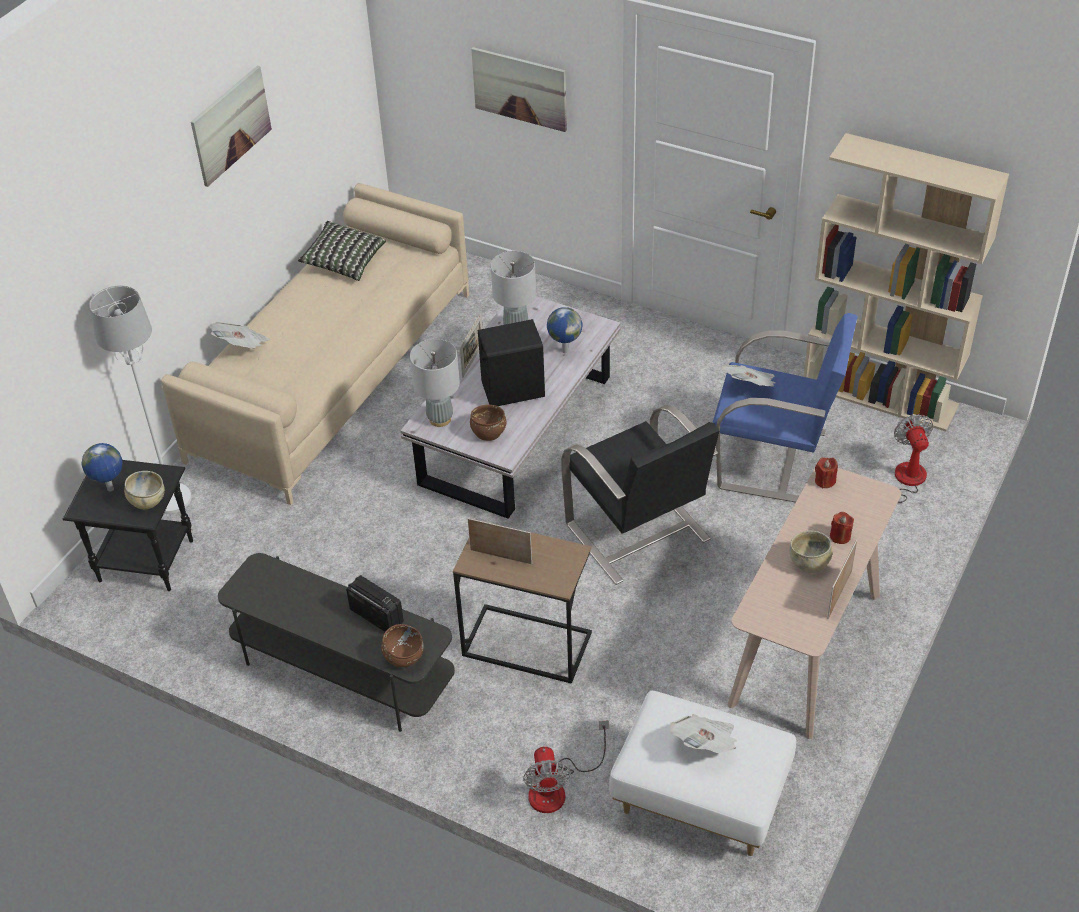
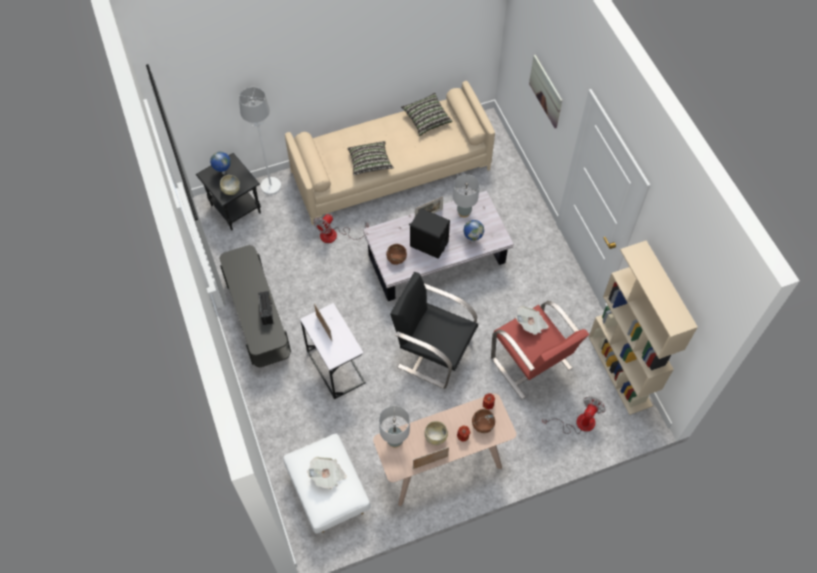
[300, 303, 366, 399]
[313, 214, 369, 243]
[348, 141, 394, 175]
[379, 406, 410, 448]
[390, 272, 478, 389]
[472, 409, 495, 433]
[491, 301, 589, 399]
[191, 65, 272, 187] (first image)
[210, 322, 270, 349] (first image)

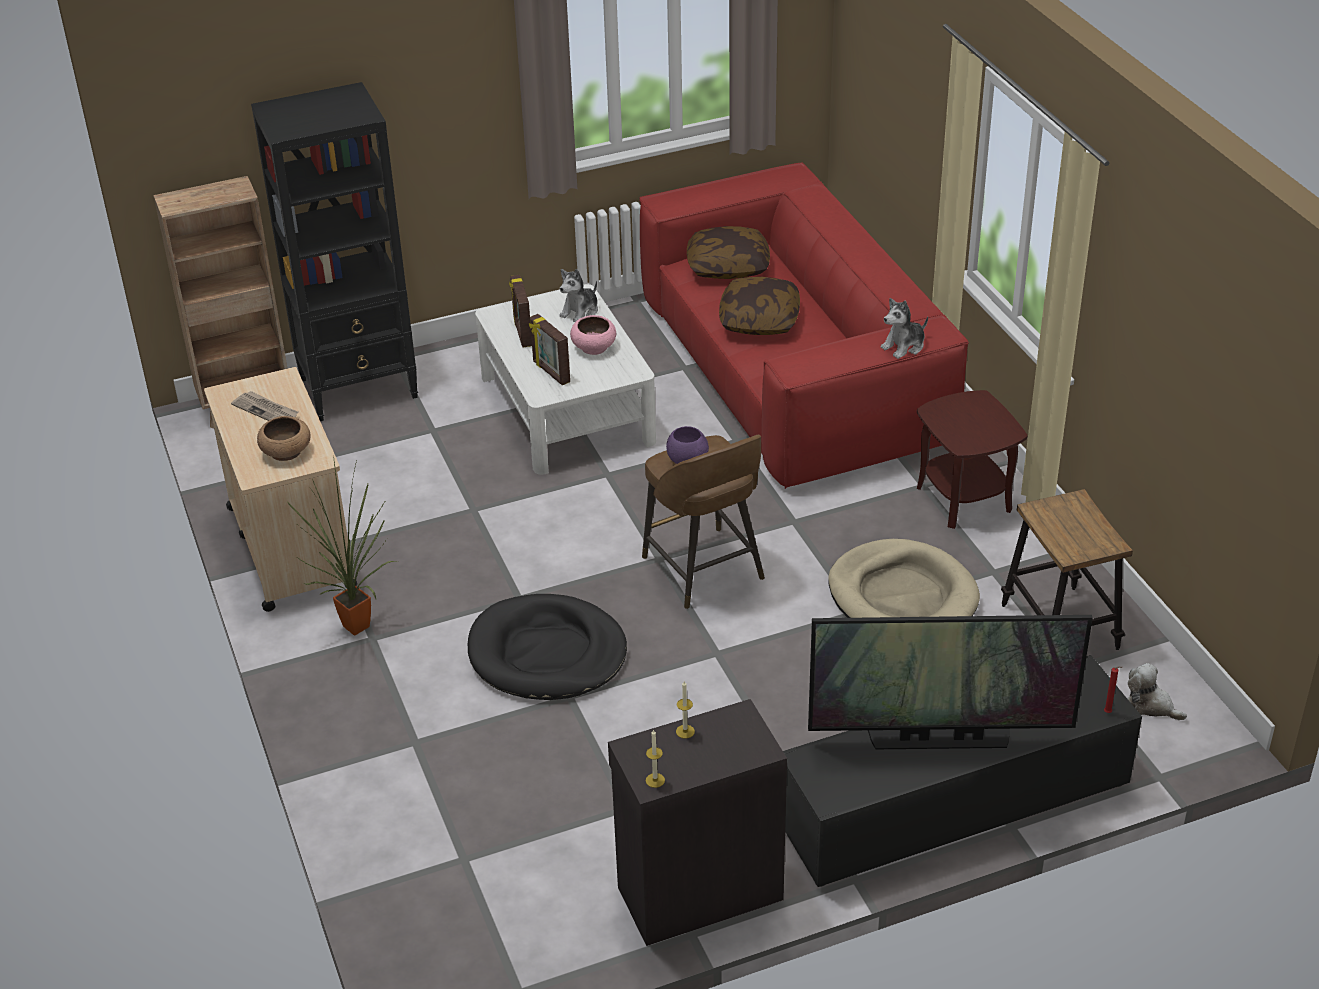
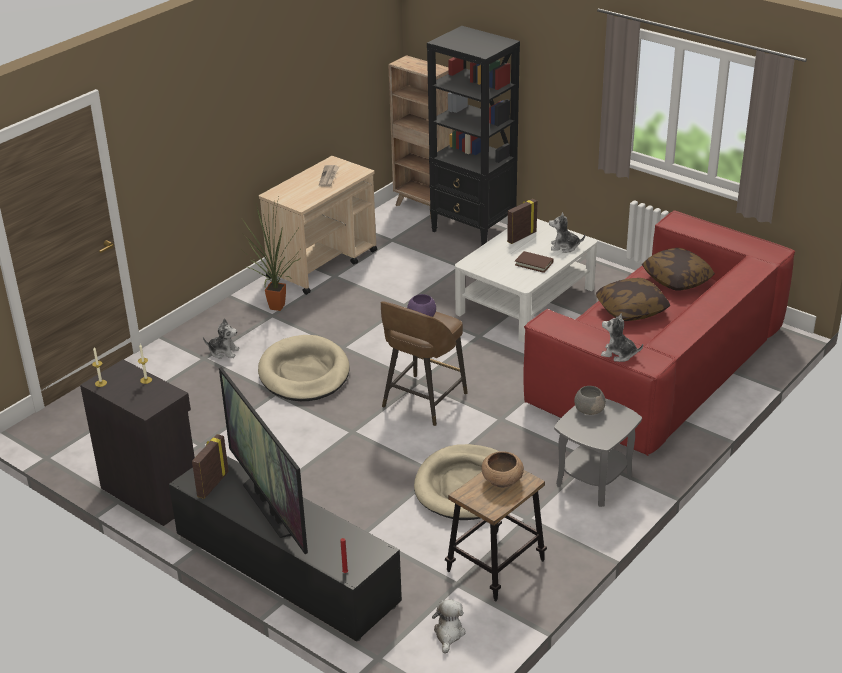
[192, 434, 229, 499]
[203, 319, 240, 359]
[258, 335, 350, 401]
[482, 451, 524, 488]
[515, 251, 554, 273]
[554, 398, 642, 507]
[574, 386, 606, 415]

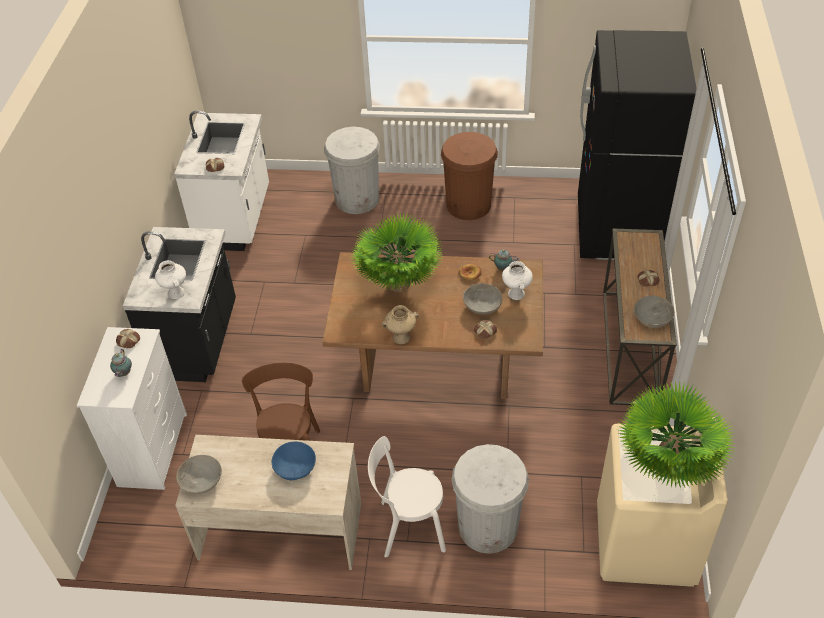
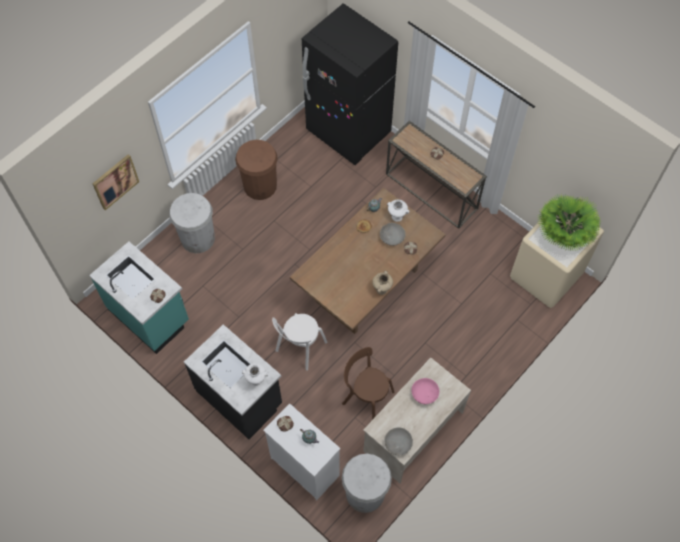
[89, 241, 189, 354]
[92, 154, 139, 210]
[272, 313, 327, 371]
[342, 454, 392, 513]
[411, 378, 439, 404]
[349, 212, 443, 292] (first image)
[634, 296, 674, 328] (first image)

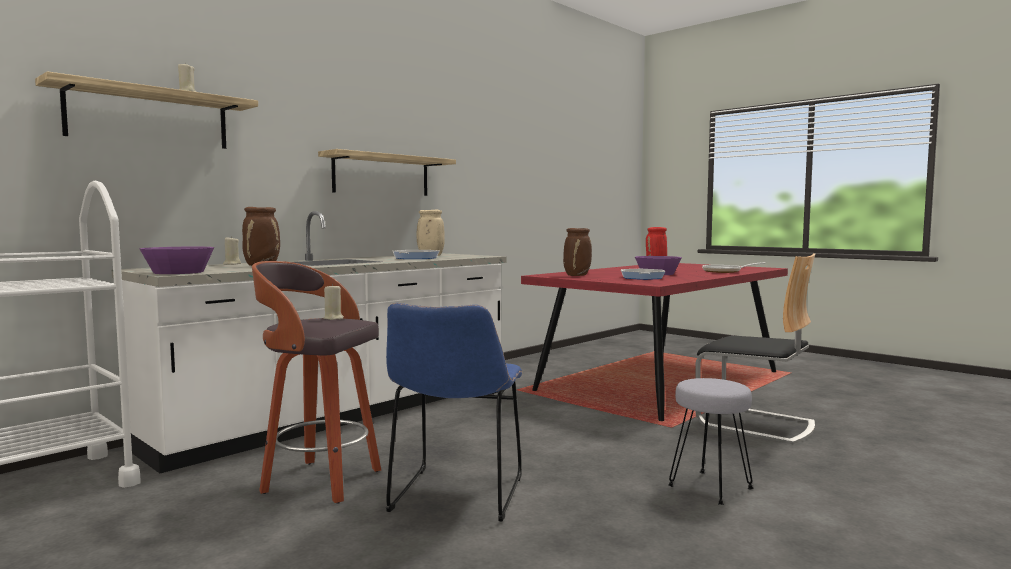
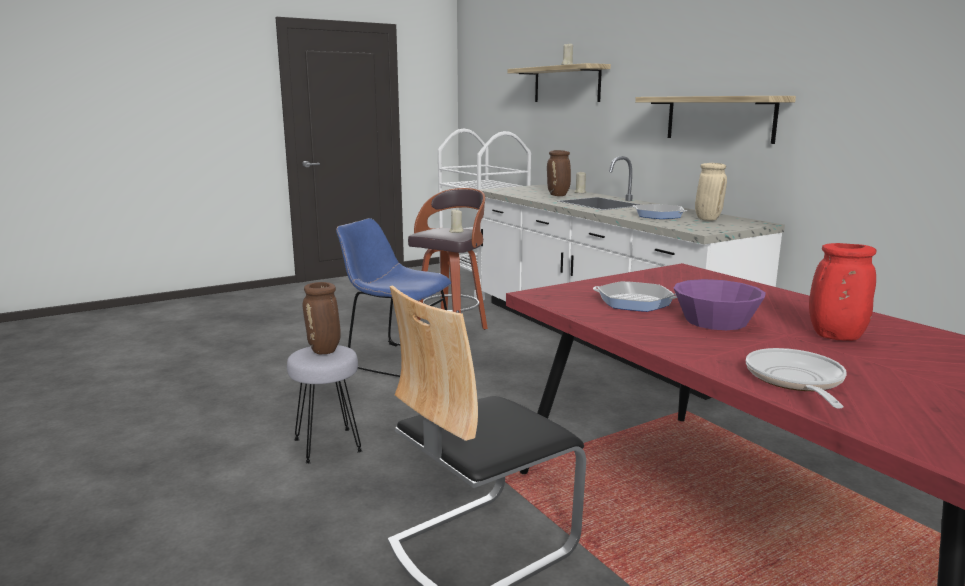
[303, 282, 341, 355]
[139, 247, 214, 274] (first image)

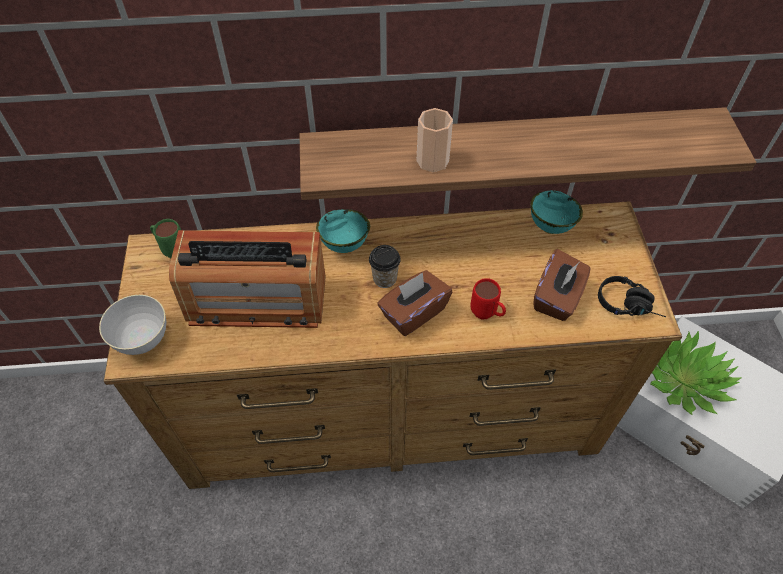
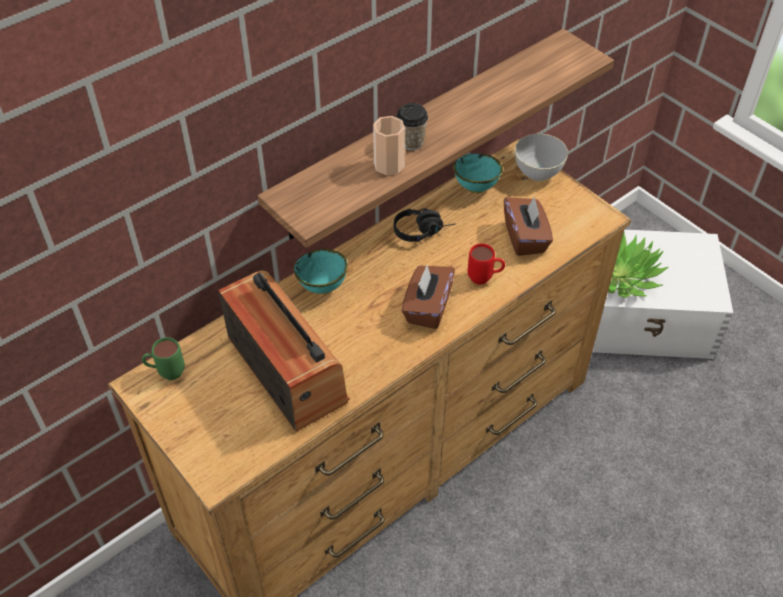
[218, 271, 350, 432]
[394, 208, 456, 242]
[396, 103, 428, 150]
[515, 134, 568, 181]

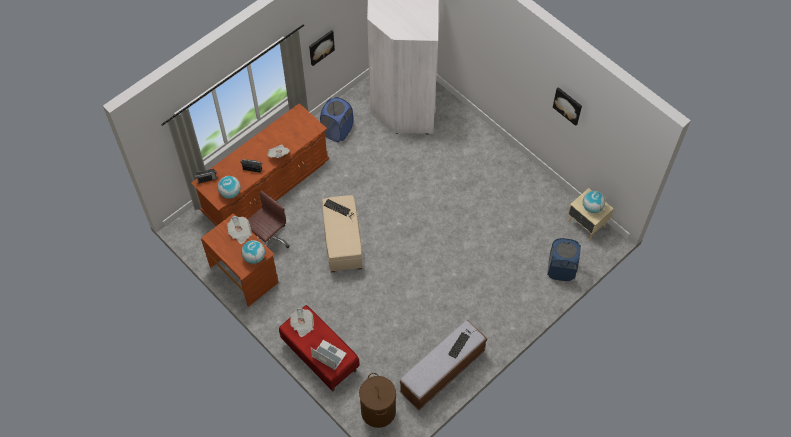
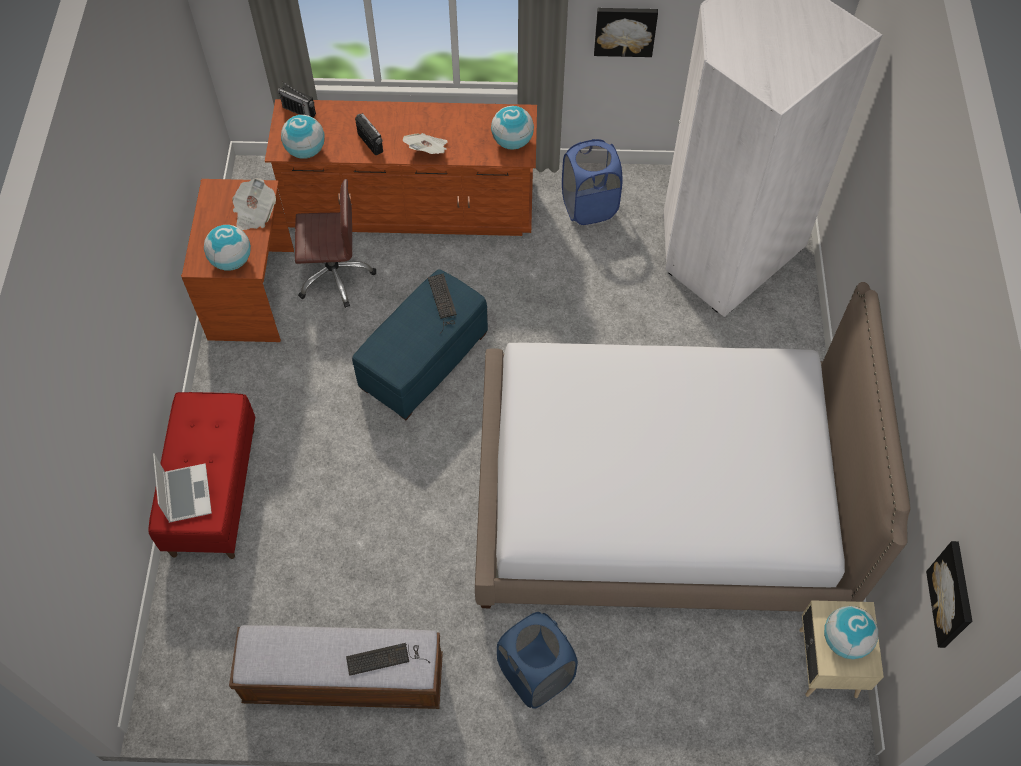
[352, 269, 488, 420]
[475, 282, 911, 612]
[491, 106, 534, 150]
[497, 612, 578, 709]
[926, 541, 972, 648]
[290, 307, 314, 337] (first image)
[359, 373, 396, 428] (first image)

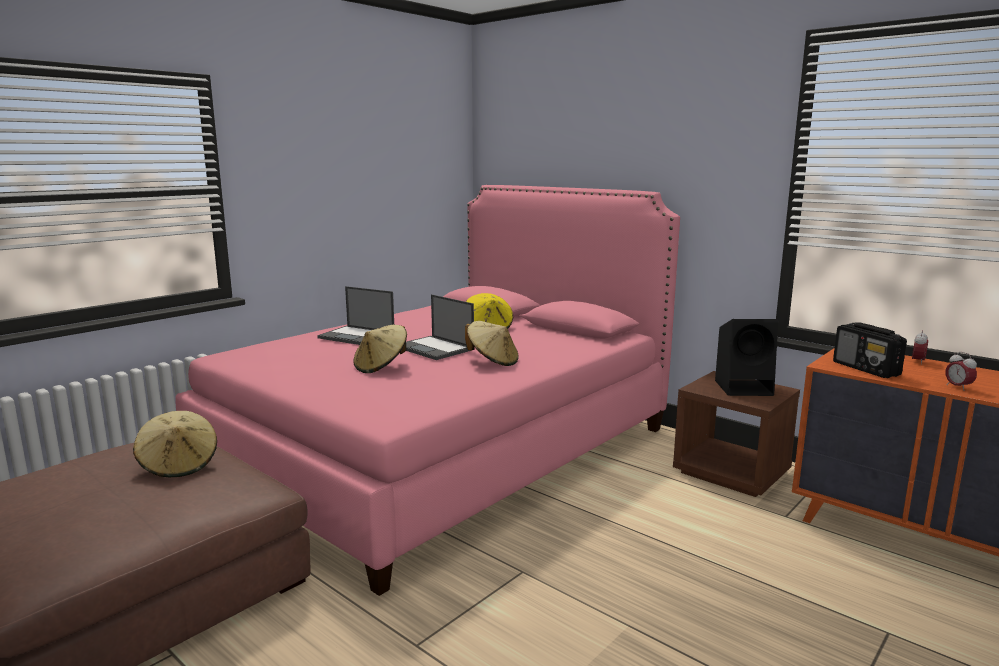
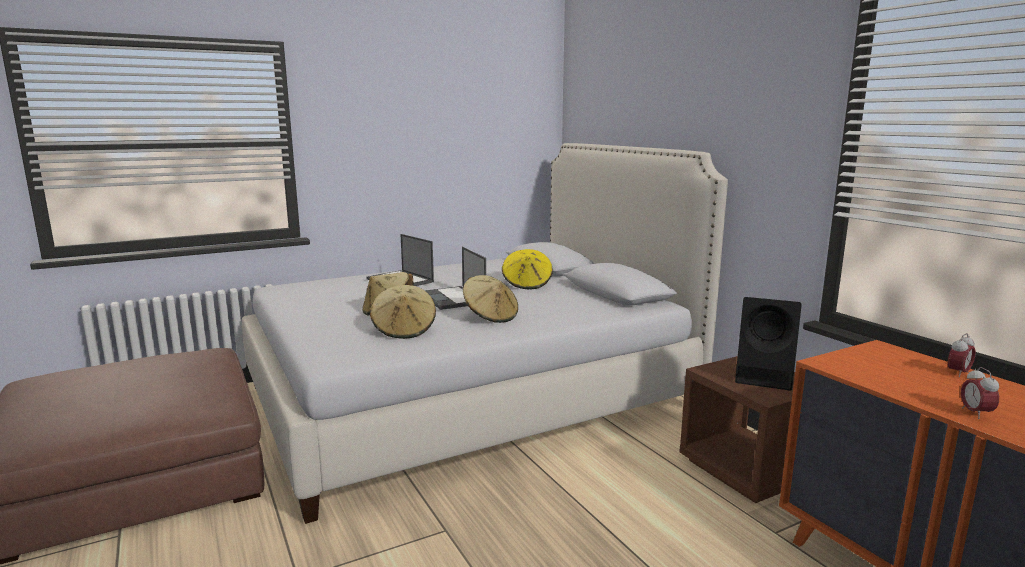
[242, 143, 728, 524]
[370, 285, 436, 339]
[833, 322, 907, 378] (first image)

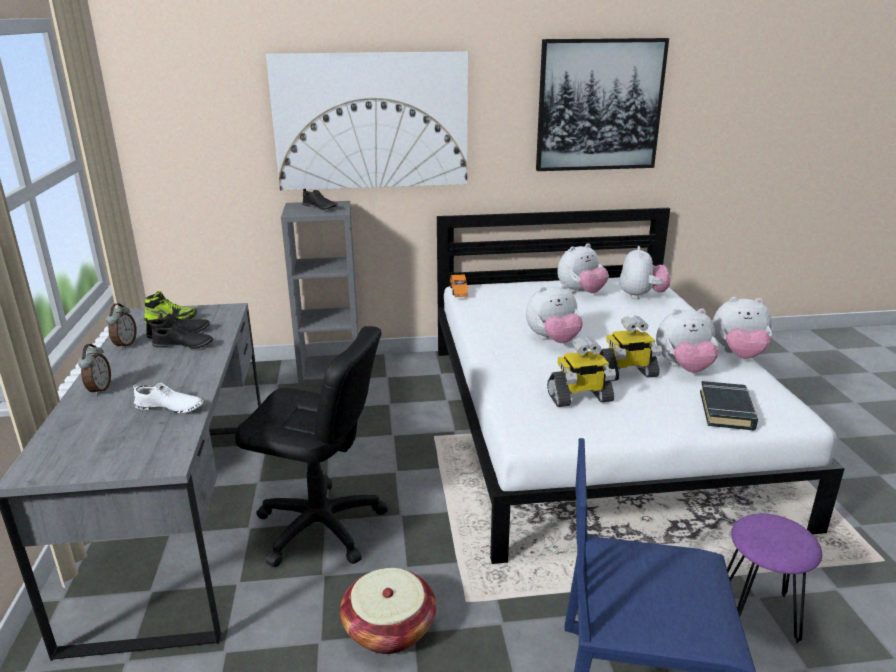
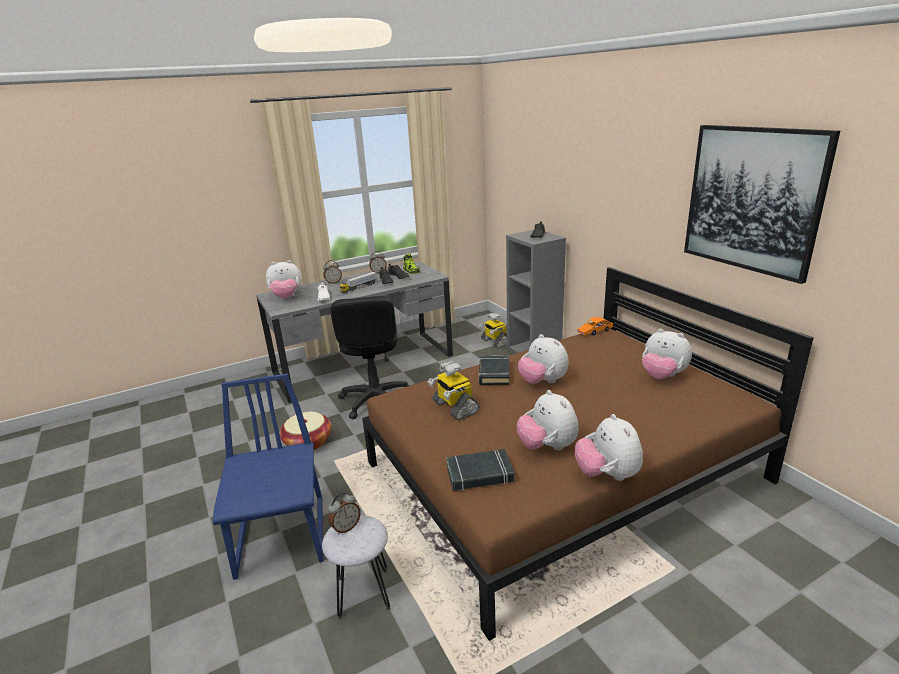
[266, 260, 302, 298]
[322, 515, 390, 619]
[328, 492, 361, 534]
[340, 272, 377, 293]
[362, 267, 814, 641]
[478, 355, 510, 385]
[479, 313, 507, 348]
[266, 51, 468, 190] (first image)

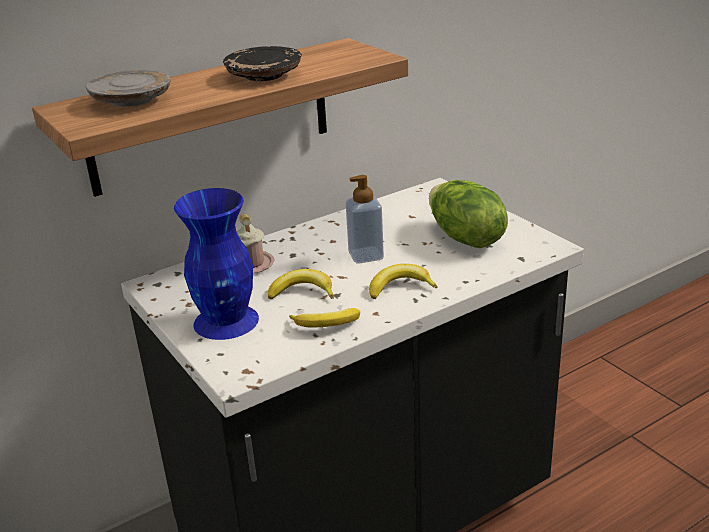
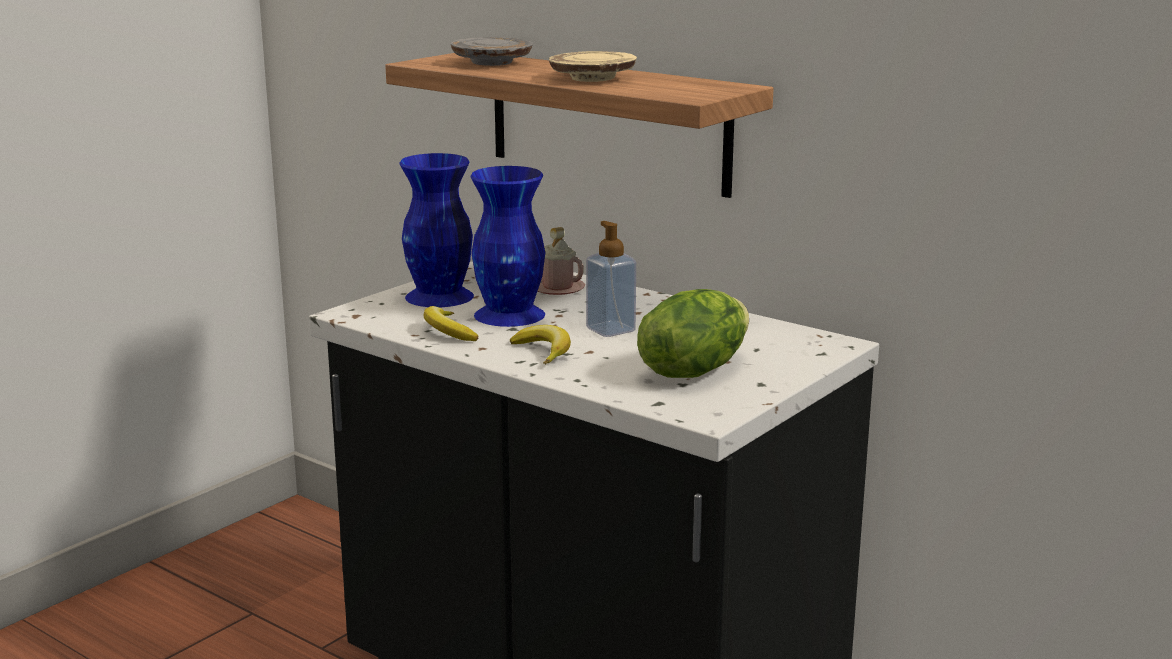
[470, 166, 545, 327]
[549, 51, 637, 82]

